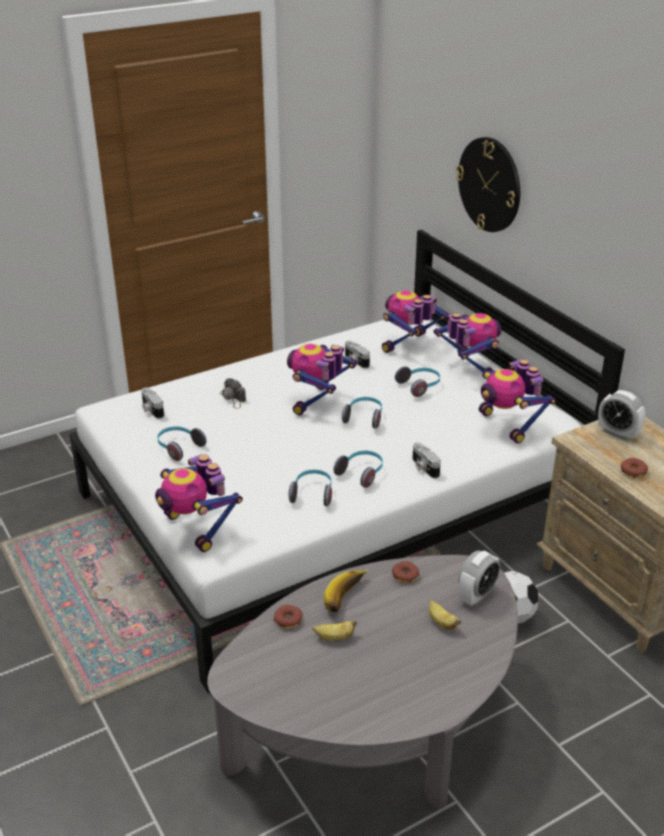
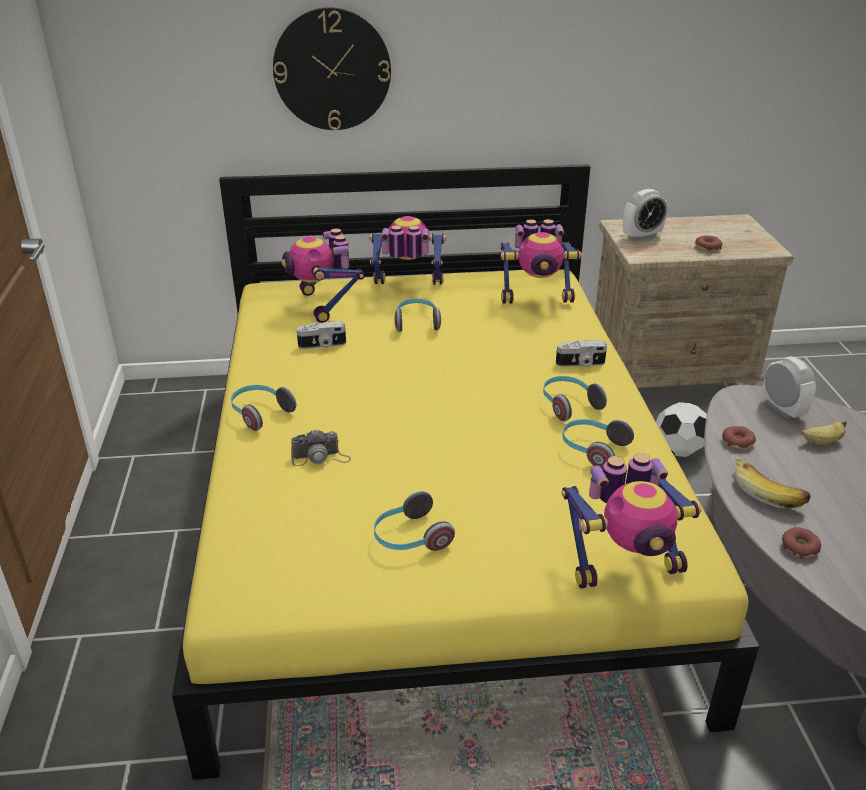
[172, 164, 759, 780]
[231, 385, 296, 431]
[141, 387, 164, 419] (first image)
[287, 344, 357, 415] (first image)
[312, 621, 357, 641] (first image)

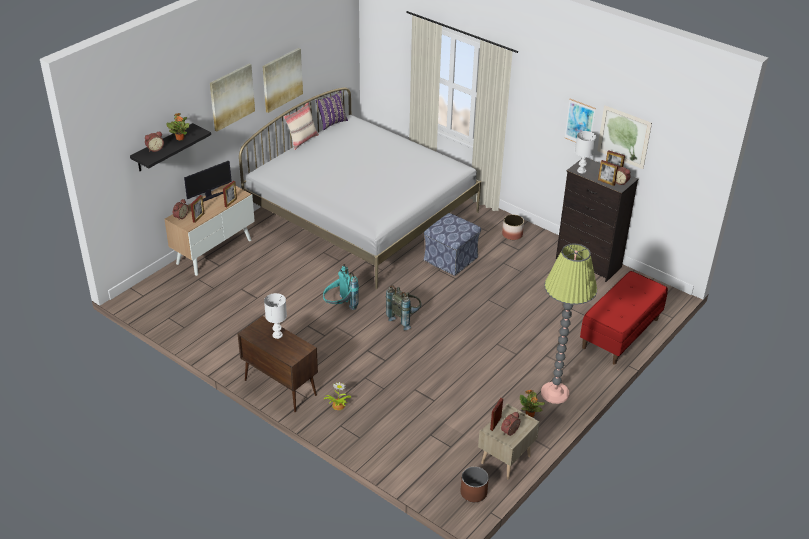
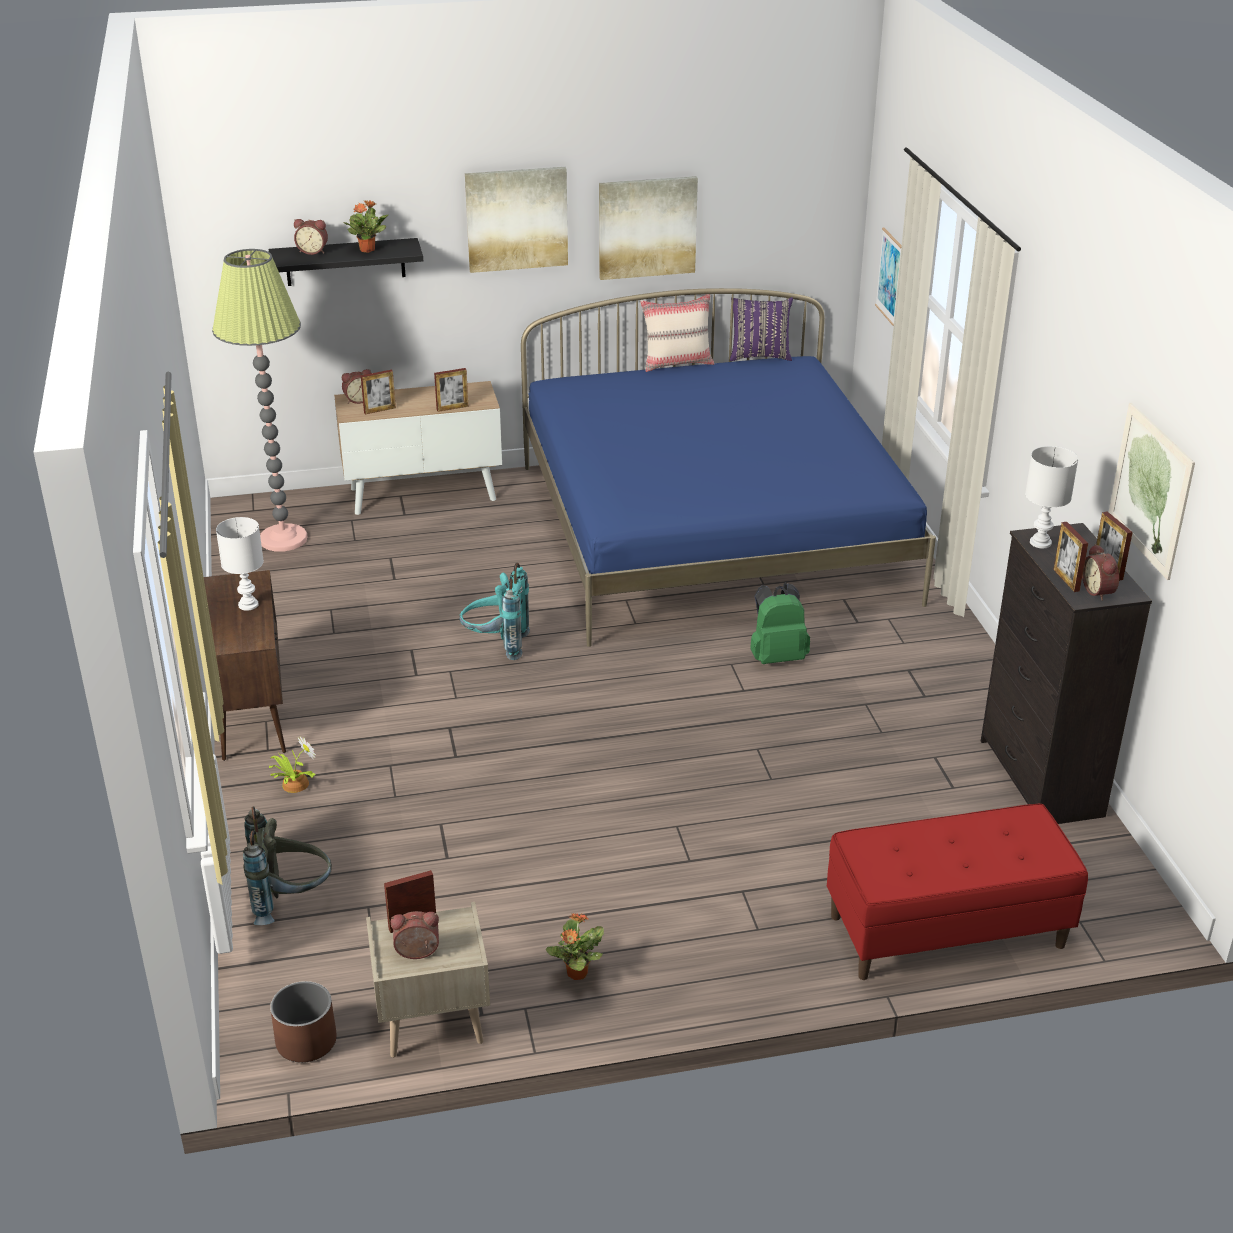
[212, 249, 308, 552]
[243, 806, 332, 925]
[521, 288, 936, 647]
[750, 583, 810, 664]
[875, 228, 902, 326]
[184, 160, 232, 202] (first image)
[502, 214, 524, 240] (first image)

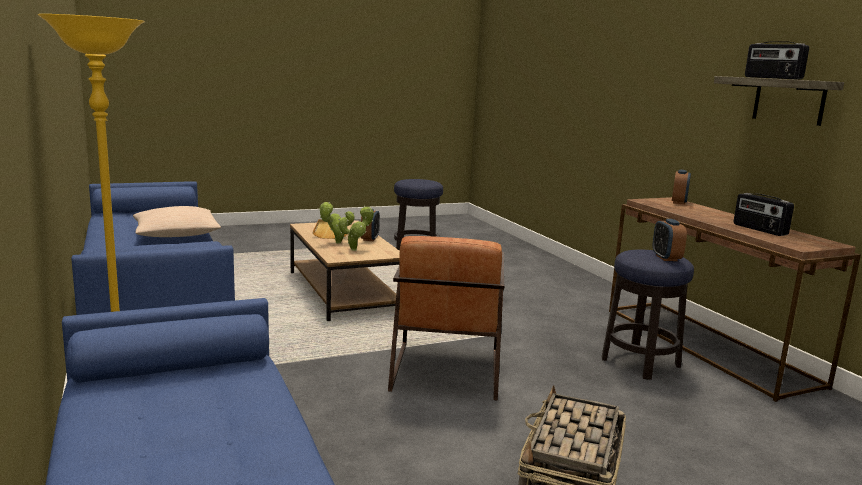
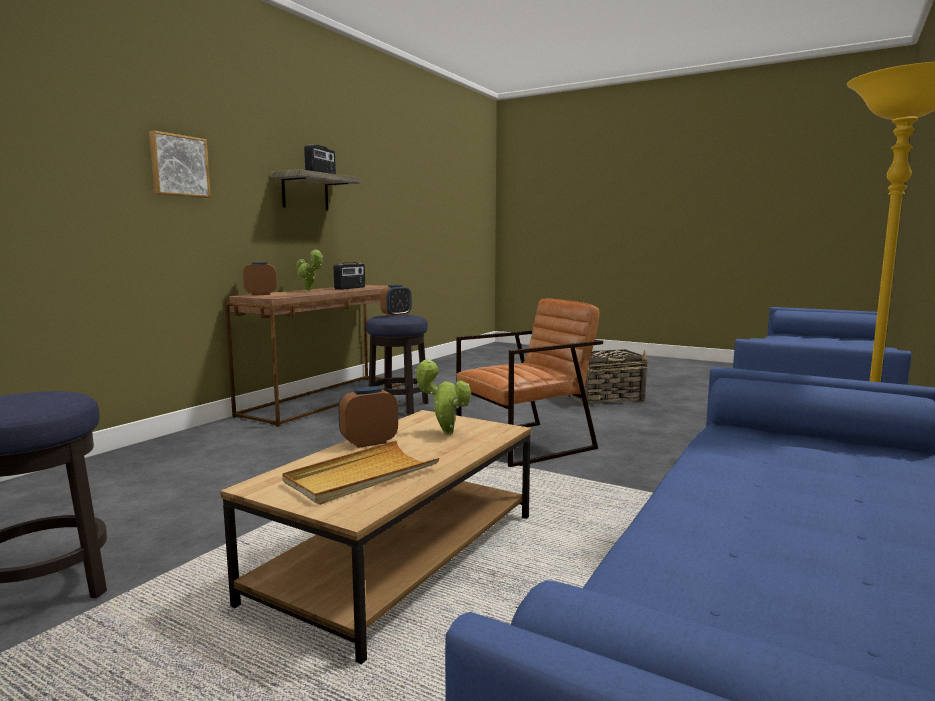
[149, 130, 211, 198]
[296, 249, 323, 292]
[133, 206, 221, 237] (first image)

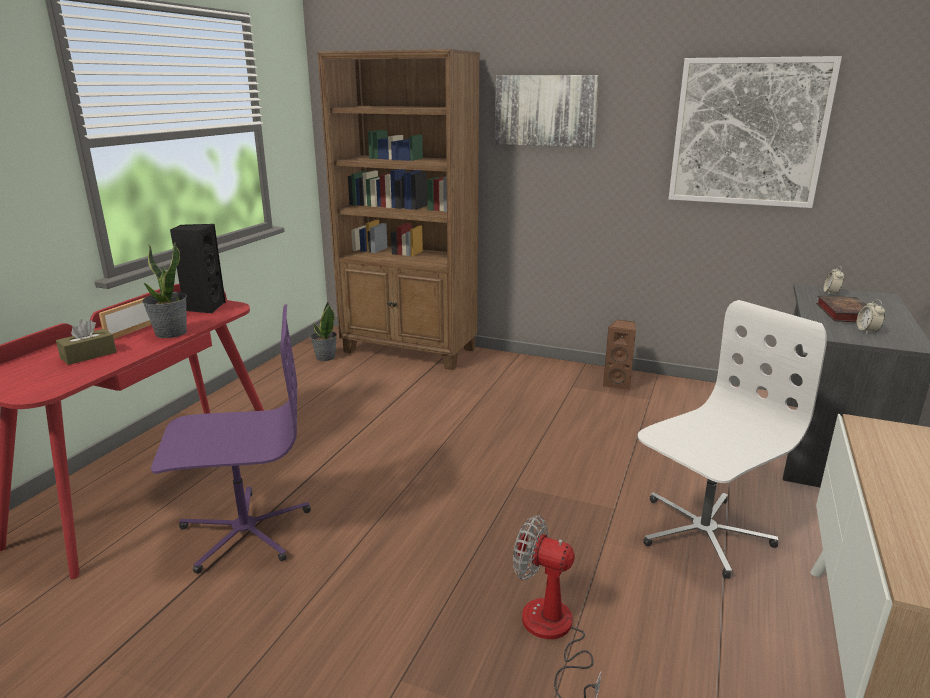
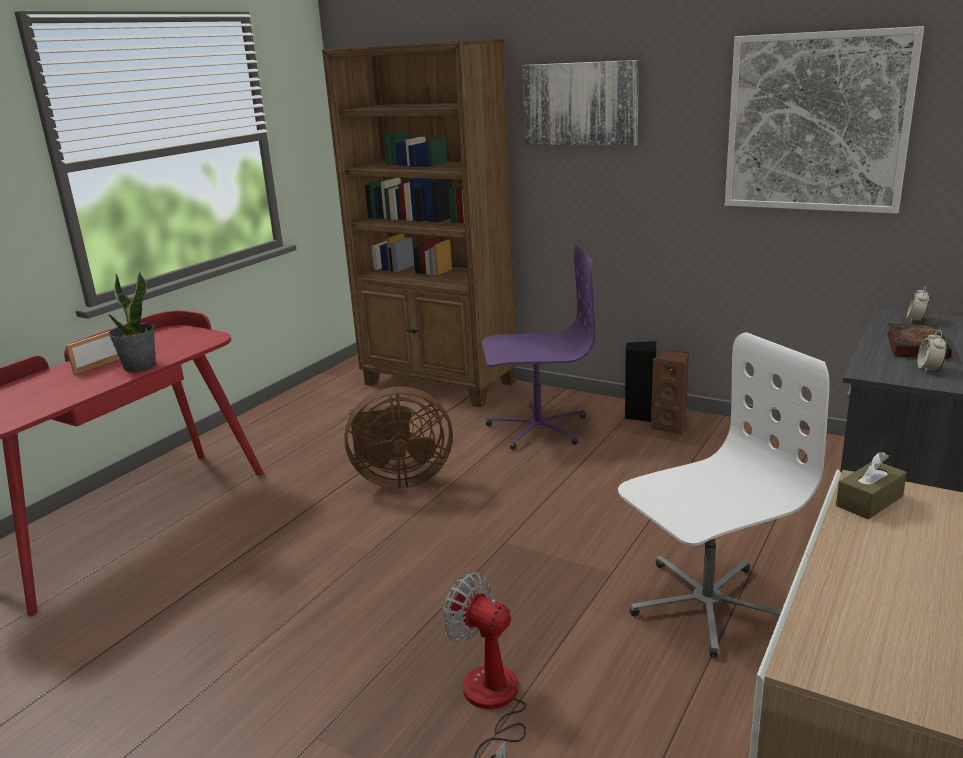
[344, 387, 453, 489]
[482, 245, 595, 450]
[625, 341, 656, 422]
[836, 452, 907, 519]
[310, 301, 337, 361] (first image)

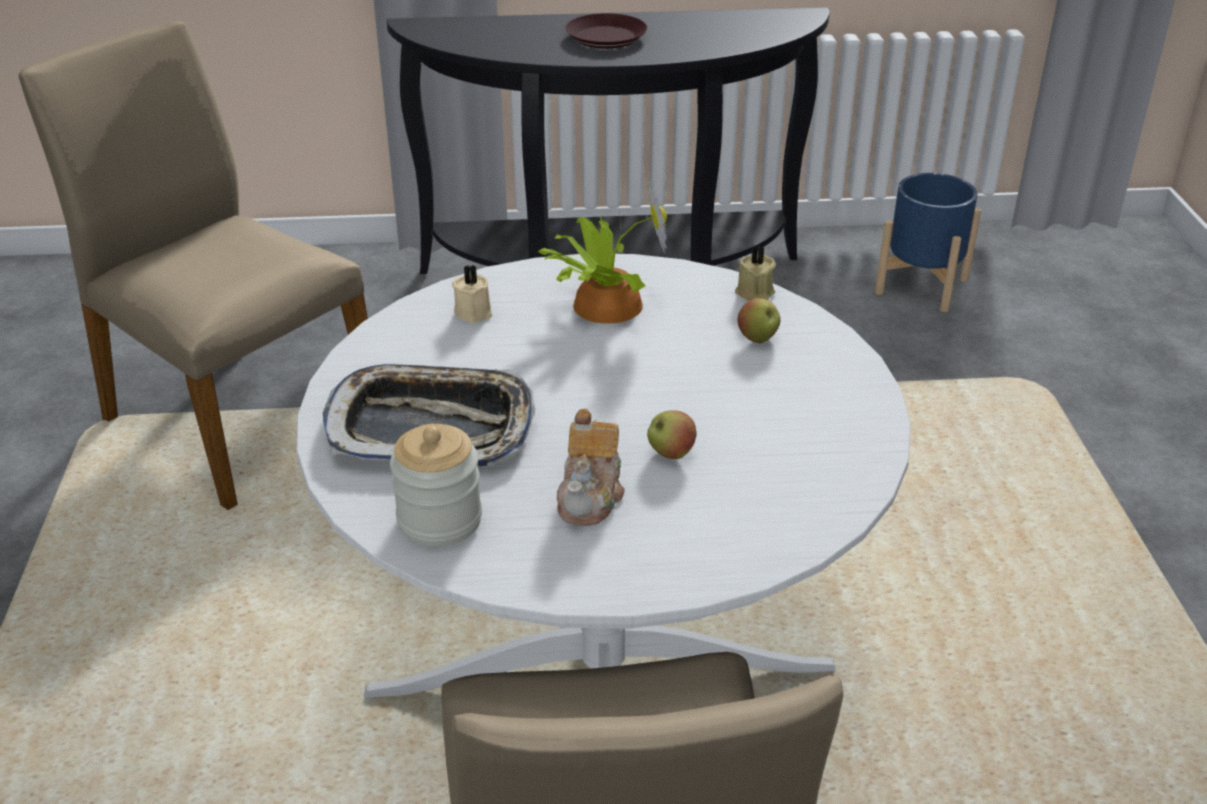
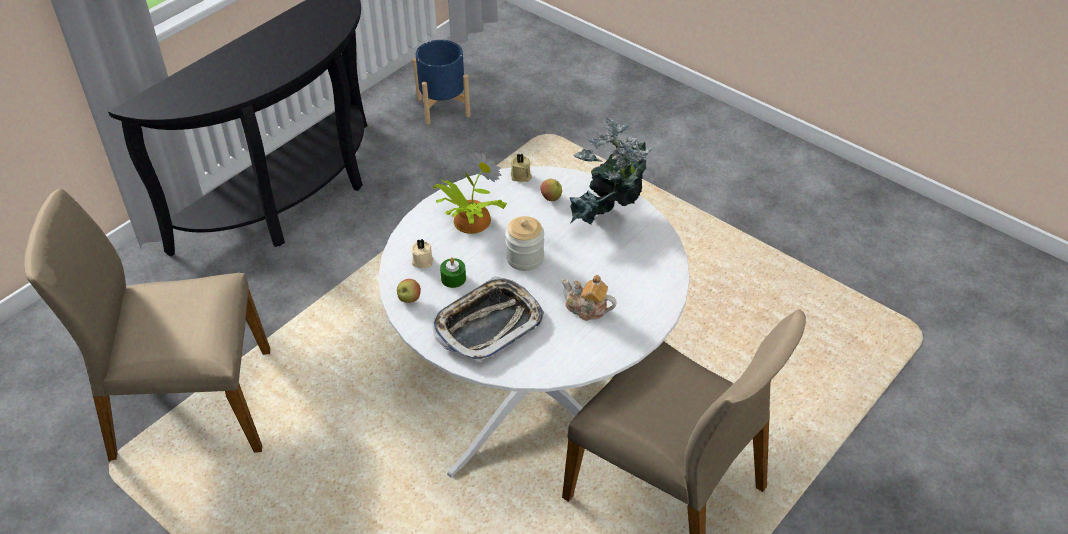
[397, 279, 421, 303]
[440, 257, 466, 288]
[505, 216, 544, 271]
[562, 275, 617, 321]
[569, 118, 652, 224]
[565, 13, 647, 49] (first image)

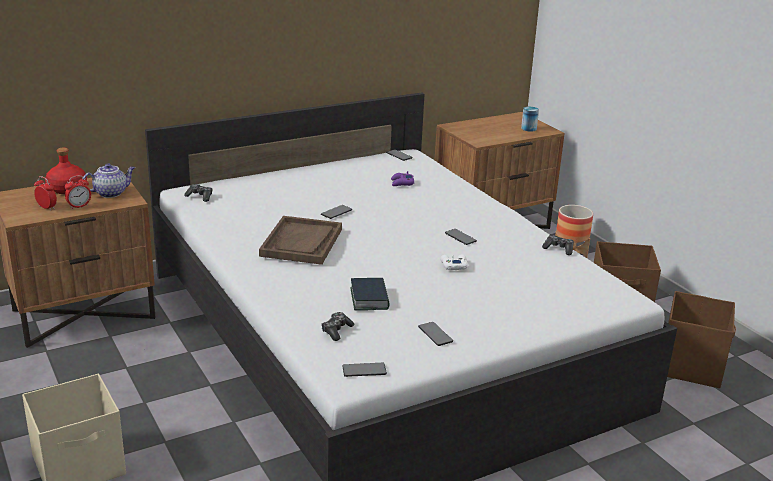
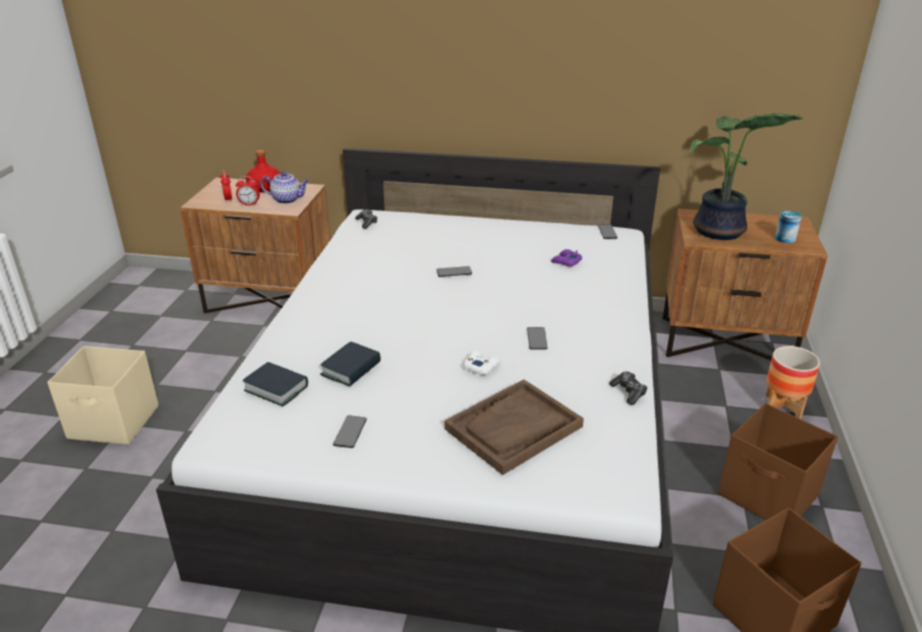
[242, 362, 308, 407]
[444, 379, 584, 475]
[690, 113, 803, 240]
[342, 363, 387, 377] (first image)

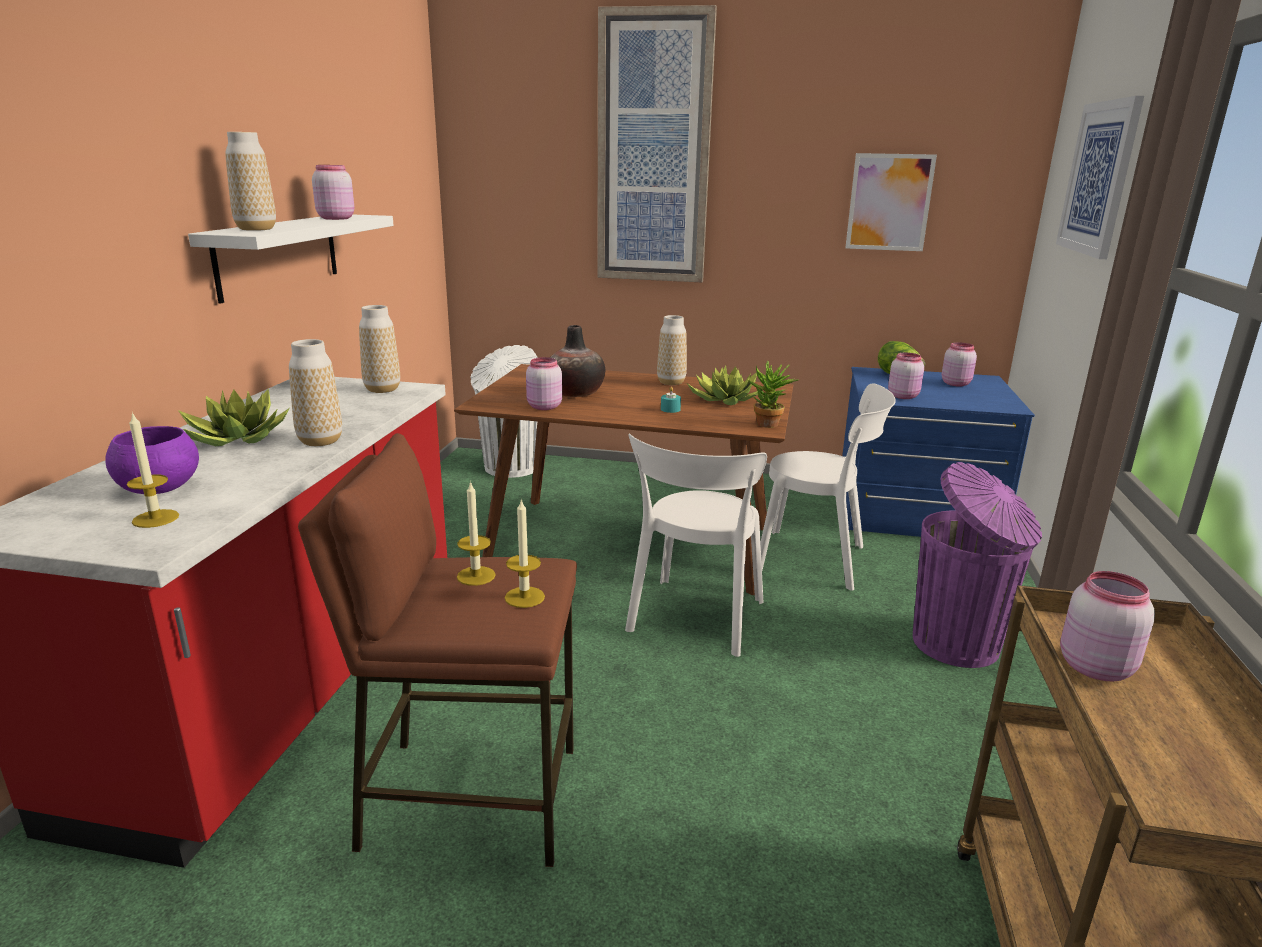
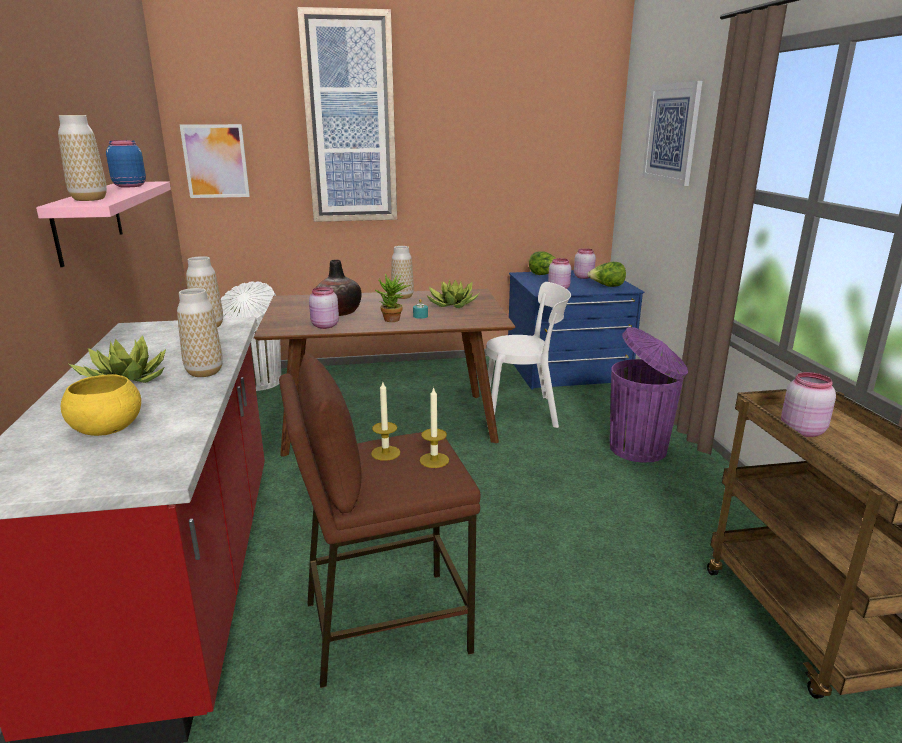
[36, 181, 171, 267]
[61, 374, 141, 436]
[106, 140, 146, 187]
[180, 124, 250, 198]
[374, 273, 411, 322]
[587, 262, 626, 287]
[127, 412, 179, 528] (first image)
[625, 434, 767, 657] (first image)

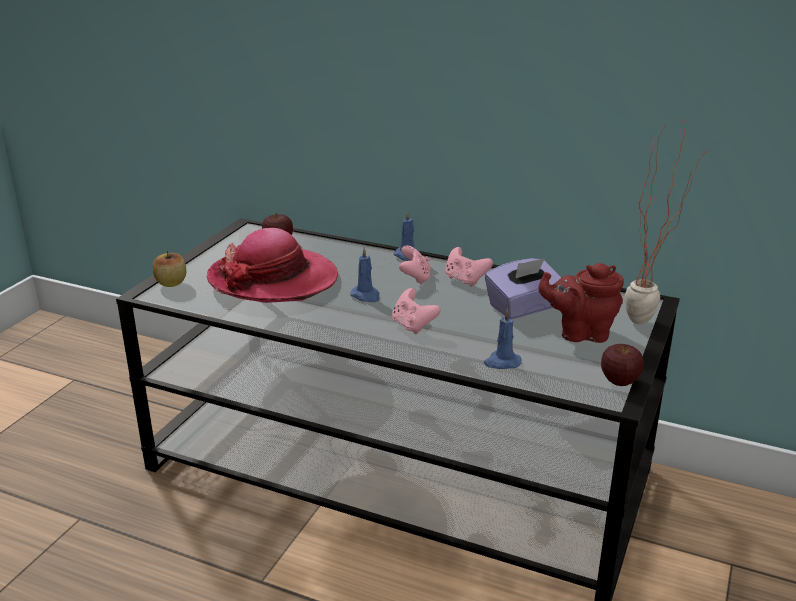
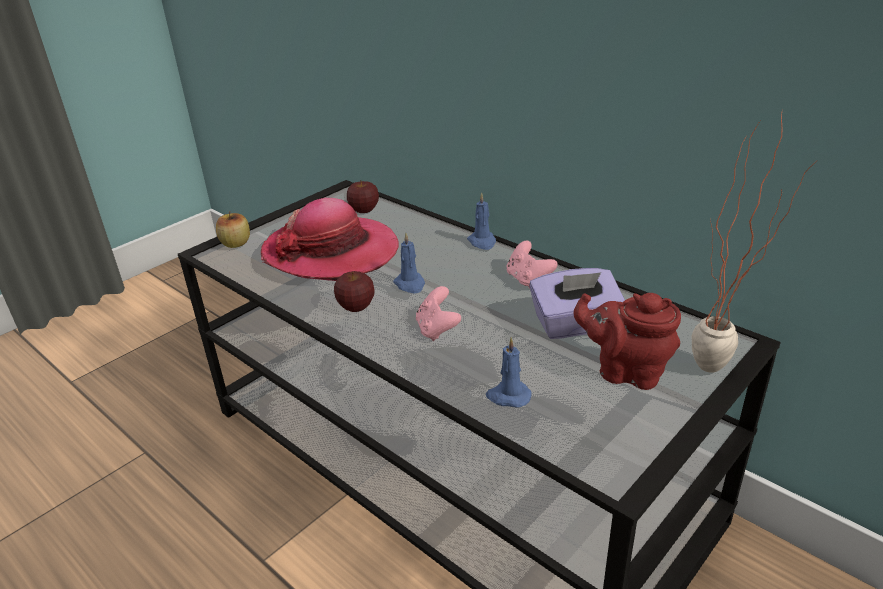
[334, 271, 375, 312]
[399, 245, 431, 285] (first image)

